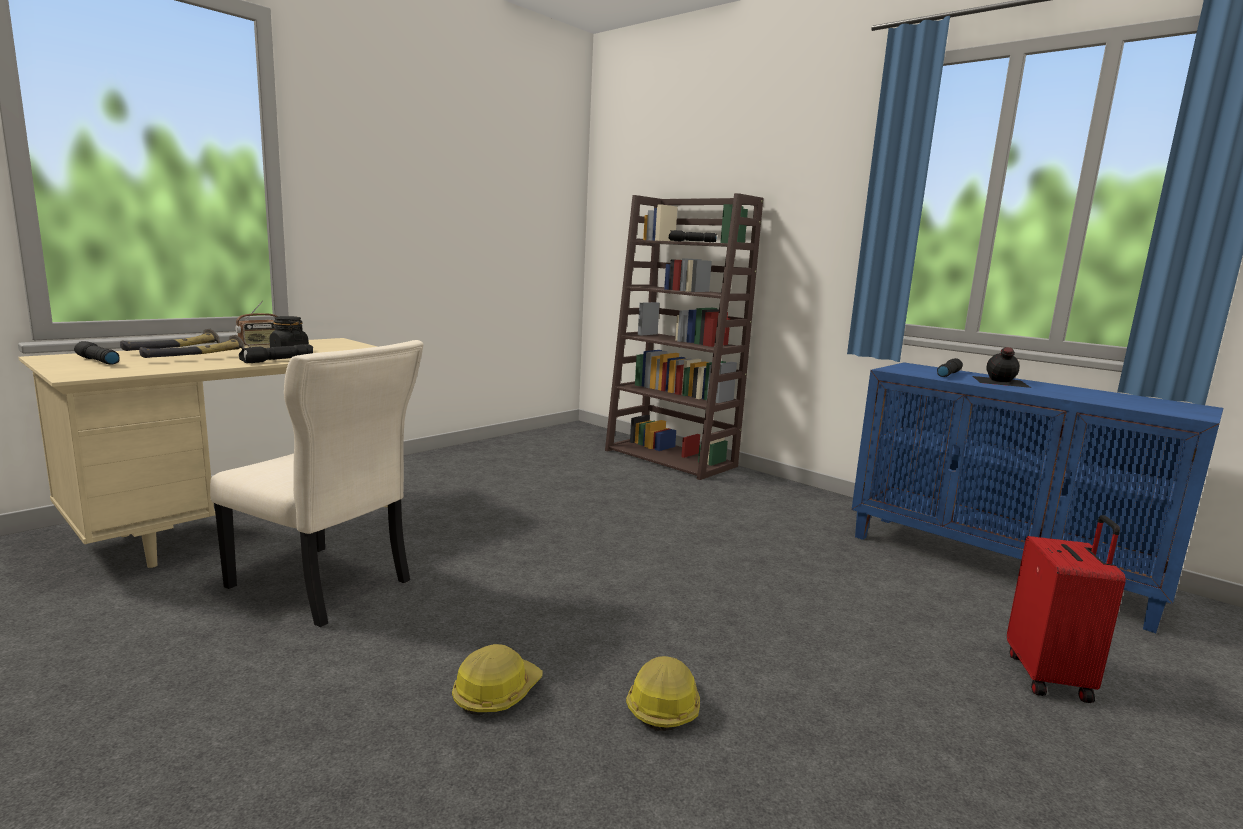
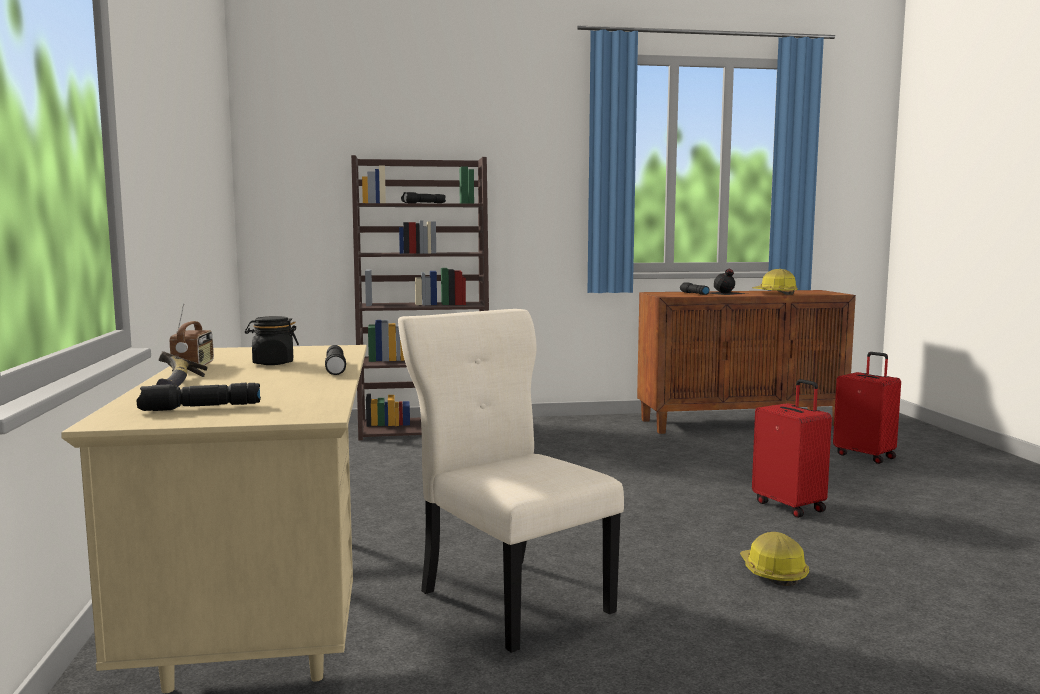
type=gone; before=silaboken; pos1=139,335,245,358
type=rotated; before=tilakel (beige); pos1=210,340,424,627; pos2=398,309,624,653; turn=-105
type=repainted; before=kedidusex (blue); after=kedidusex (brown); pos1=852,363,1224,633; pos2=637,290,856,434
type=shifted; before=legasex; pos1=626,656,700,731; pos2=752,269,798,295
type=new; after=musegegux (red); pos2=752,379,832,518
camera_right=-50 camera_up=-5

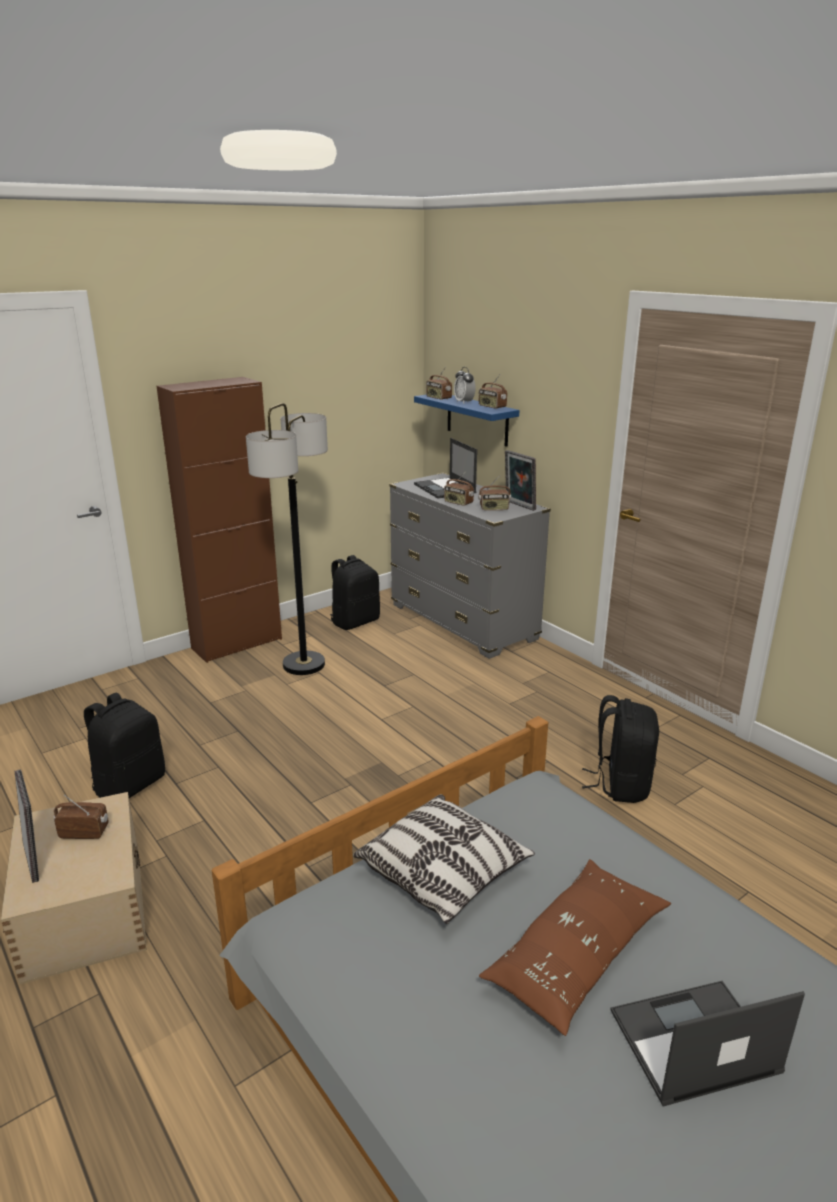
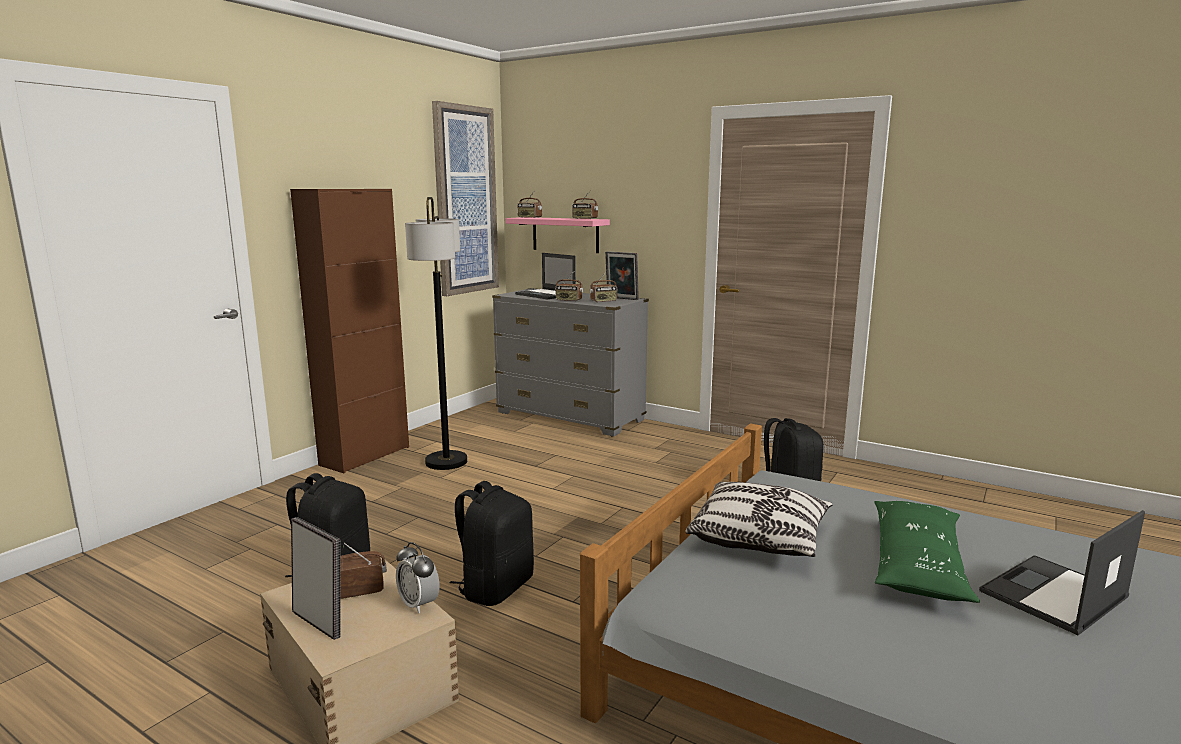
type=shifted; before=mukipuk; pos1=454,367,476,404; pos2=396,542,440,613
type=repainted; before=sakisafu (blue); after=sakisafu (pink); pos1=414,395,520,447; pos2=505,217,610,253
type=shifted; before=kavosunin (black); pos1=330,555,380,630; pos2=450,481,534,606
type=repainted; before=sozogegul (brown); after=sozogegul (green); pos1=479,859,671,1036; pos2=874,501,980,603
type=new; after=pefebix; pos2=432,101,499,296
camera_right=-20 camera_up=-10

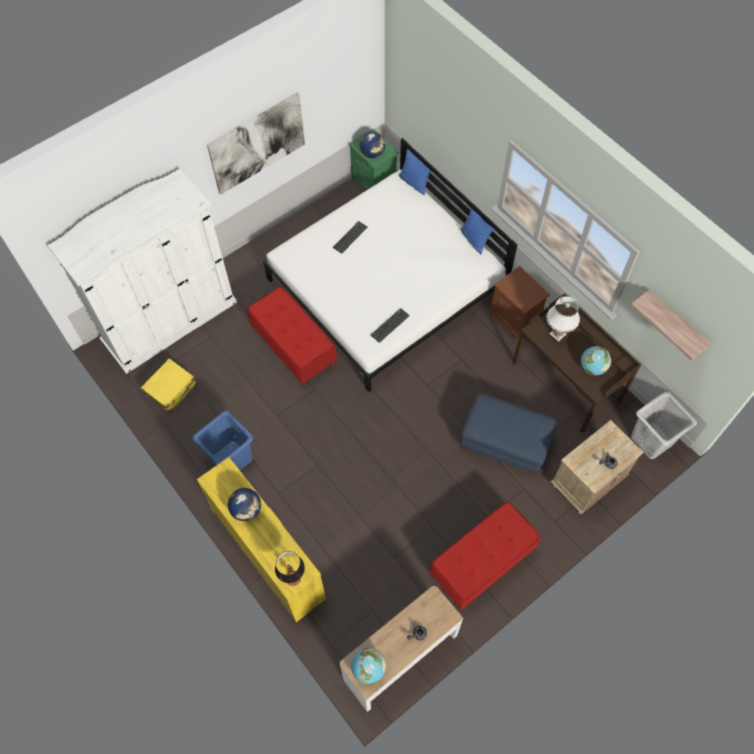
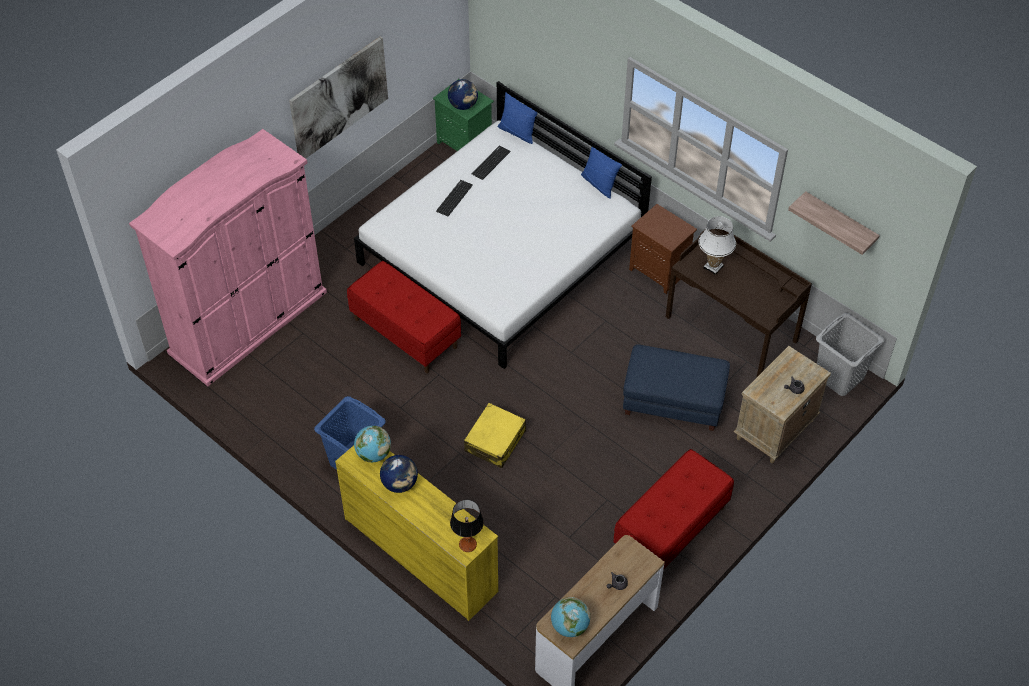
type=repainted; before=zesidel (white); after=zesidel (pink); pos1=47,169,237,374; pos2=129,129,327,387
type=shifted; before=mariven; pos1=371,308,410,343; pos2=472,146,511,180
type=shifted; before=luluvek; pos1=581,346,611,376; pos2=354,425,391,462
type=shifted; before=musegegux (yellow); pos1=141,358,197,413; pos2=464,403,526,468
camera_right=-10 camera_up=-10

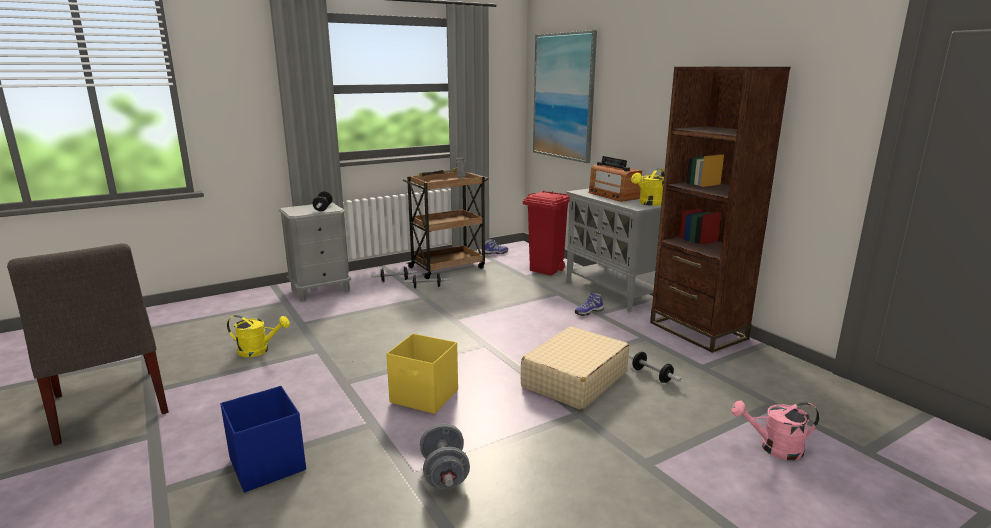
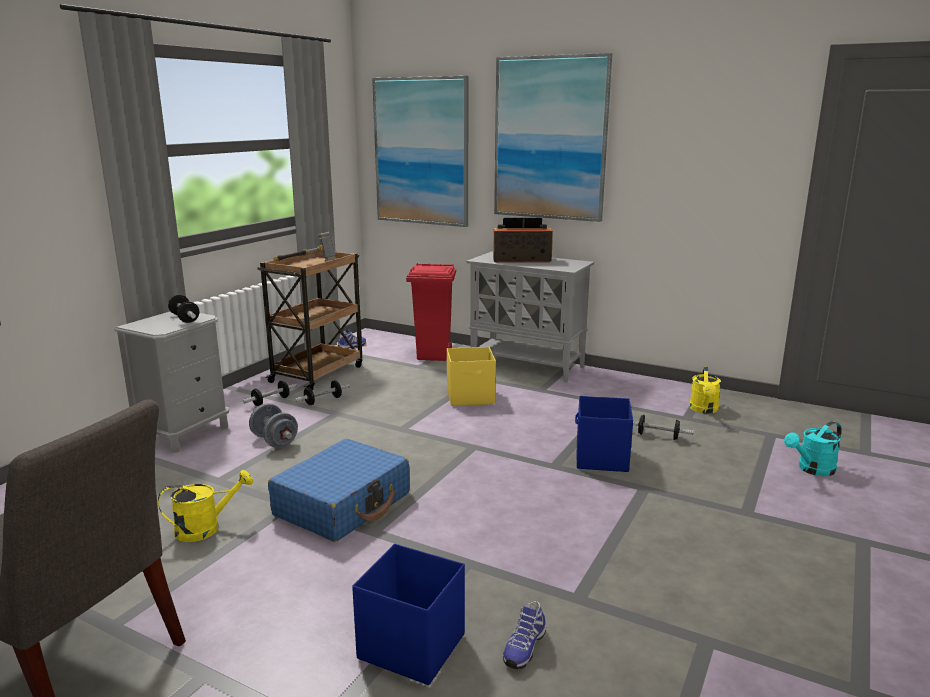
type=gone; before=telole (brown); pos1=650,67,791,353
type=rotated; before=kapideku; pos1=588,156,642,202; pos2=493,218,553,263; turn=150
type=shifted; before=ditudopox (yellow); pos1=631,168,664,206; pos2=689,366,721,414
type=shifted; before=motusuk; pos1=575,292,604,316; pos2=503,601,546,669
type=swapped; before=musegegux (beige); after=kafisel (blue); pos1=521,326,629,410; pos2=575,396,633,472
type=shifted; before=kafisel (yellow); pos1=386,334,458,414; pos2=447,347,496,406
type=repainted; before=ditudopox (pink); after=ditudopox (turquoise); pos1=731,400,820,460; pos2=784,421,841,476
type=shifted; before=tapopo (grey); pos1=420,424,470,489; pos2=249,403,298,448
type=new; after=pefebix; pos2=494,53,612,222
type=new; after=musegegux (blue); pos2=268,439,410,542
camera_right=-30 camera_up=0

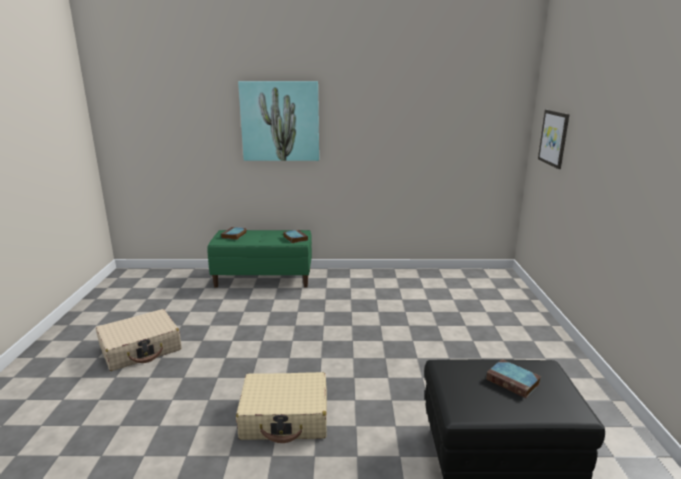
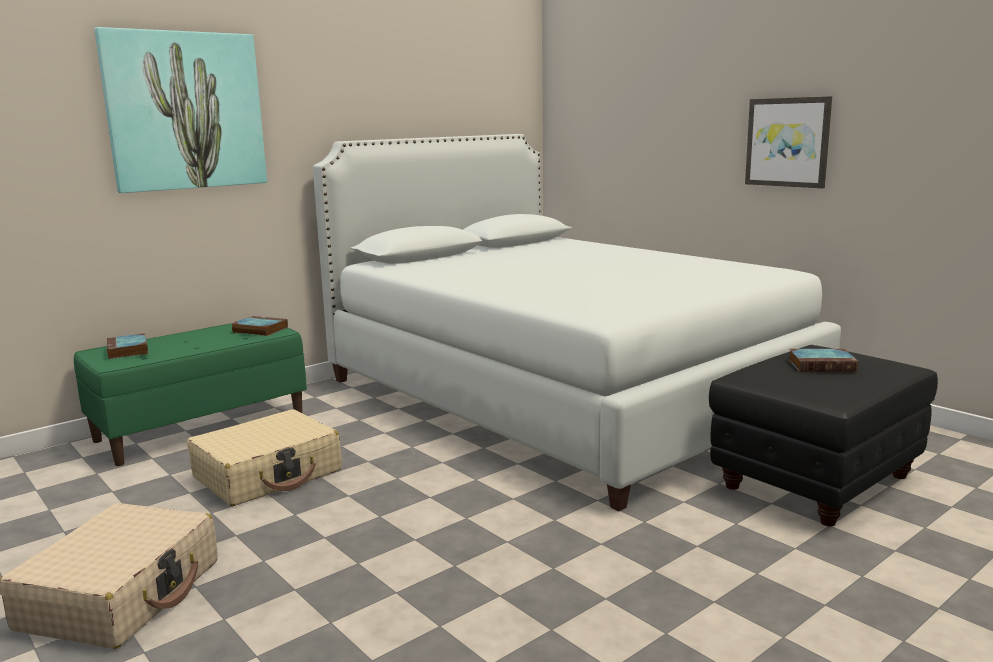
type=shifted; before=pefebix; pos1=538,110,569,169; pos2=745,96,832,188
type=shifted; before=musegegux (beige); pos1=236,372,327,443; pos2=187,409,342,506
type=new; after=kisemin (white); pos2=313,134,841,511
camera_right=-40 camera_up=-5

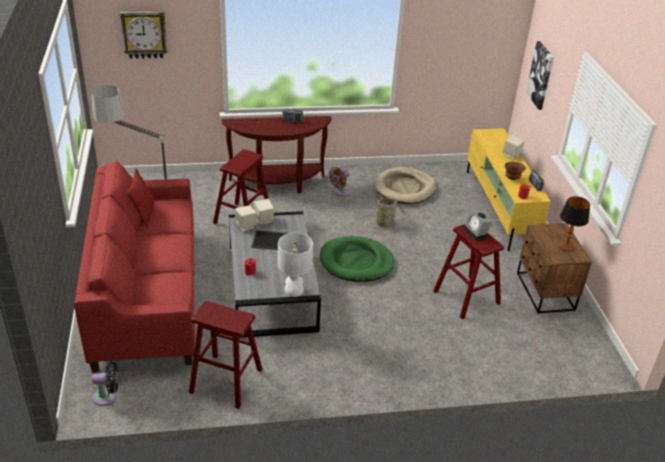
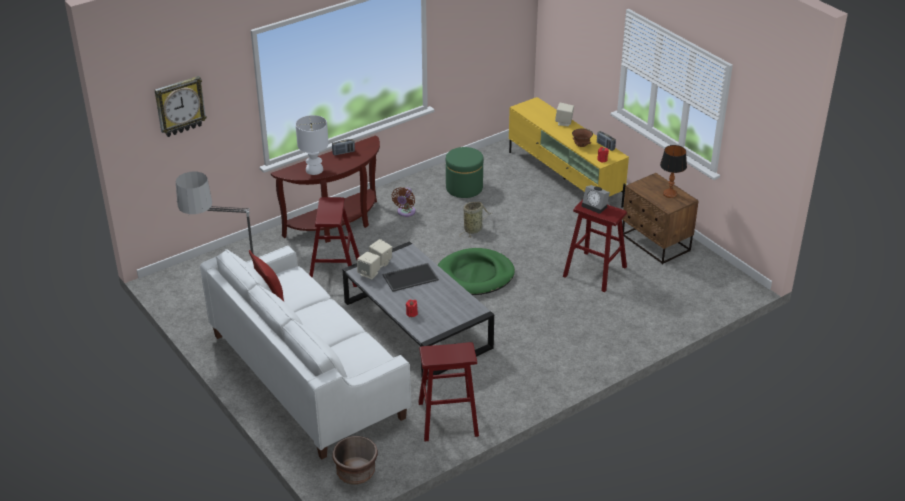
type=gone; before=pefebix; pos1=526,41,554,110
type=repainted; before=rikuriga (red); after=rikuriga (white); pos1=74,161,195,372; pos2=200,246,411,459
type=swapped; before=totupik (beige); after=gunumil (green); pos1=374,167,436,204; pos2=446,147,484,198
type=shifted; before=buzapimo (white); pos1=278,233,313,297; pos2=296,115,329,175
type=swapped; before=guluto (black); after=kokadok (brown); pos1=92,362,118,406; pos2=332,436,378,485
camera_right=-25 camera_up=0

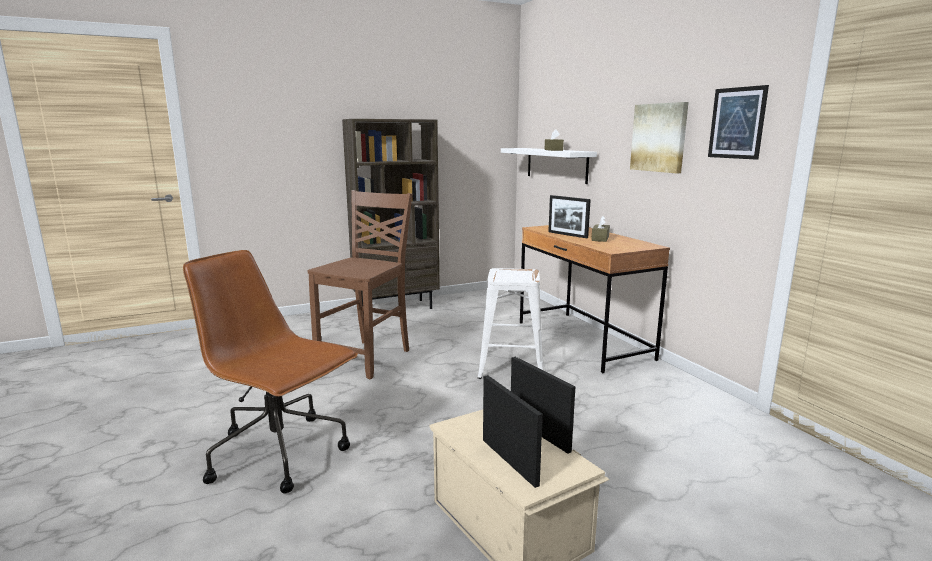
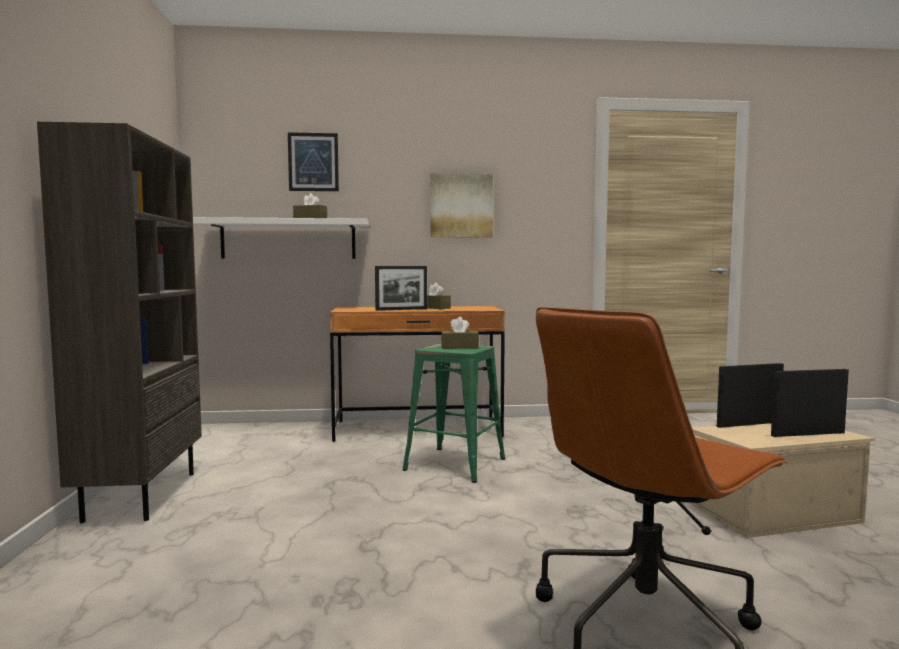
type=shifted; before=pefebix; pos1=708,85,769,160; pos2=288,132,339,191
type=gone; before=tilakel (brown); pos1=308,190,413,379
type=repainted; before=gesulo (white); after=gesulo (green); pos1=478,268,544,379; pos2=403,343,505,483
type=new; after=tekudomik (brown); pos2=441,317,479,349
camera_right=-70 camera_up=-10

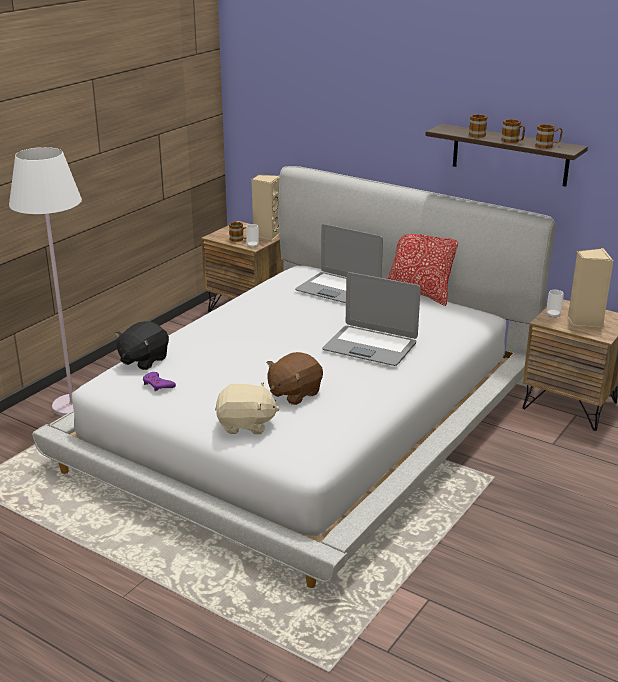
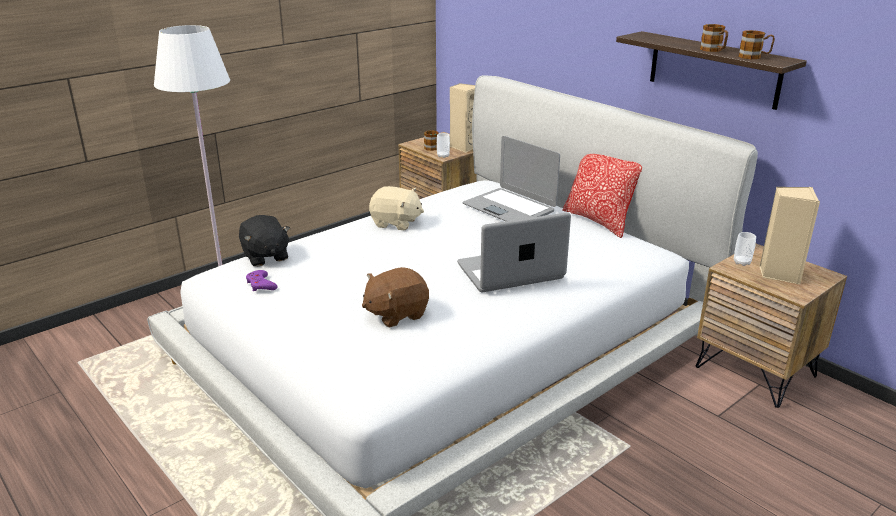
type=gone; before=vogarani; pos1=469,114,488,138
type=rotated; before=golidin; pos1=323,272,421,366; pos2=457,212,571,292; turn=120
type=rotated; before=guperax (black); pos1=115,321,169,370; pos2=239,215,290,267; turn=-75
type=shifted; before=guperax (beige); pos1=215,382,280,434; pos2=369,186,424,230
camera_right=15 camera_up=0

